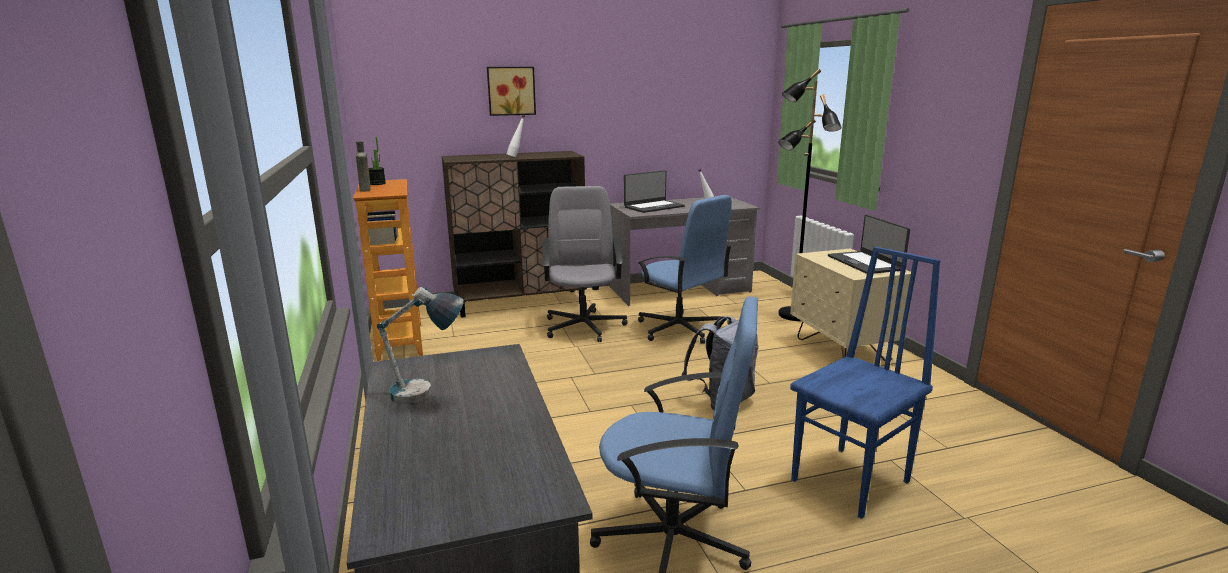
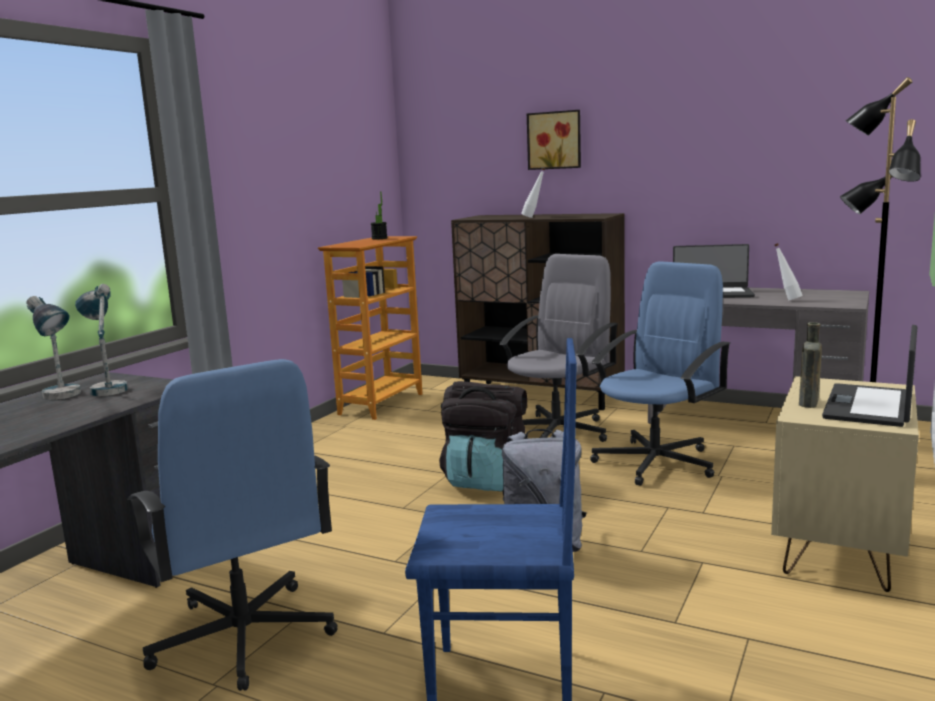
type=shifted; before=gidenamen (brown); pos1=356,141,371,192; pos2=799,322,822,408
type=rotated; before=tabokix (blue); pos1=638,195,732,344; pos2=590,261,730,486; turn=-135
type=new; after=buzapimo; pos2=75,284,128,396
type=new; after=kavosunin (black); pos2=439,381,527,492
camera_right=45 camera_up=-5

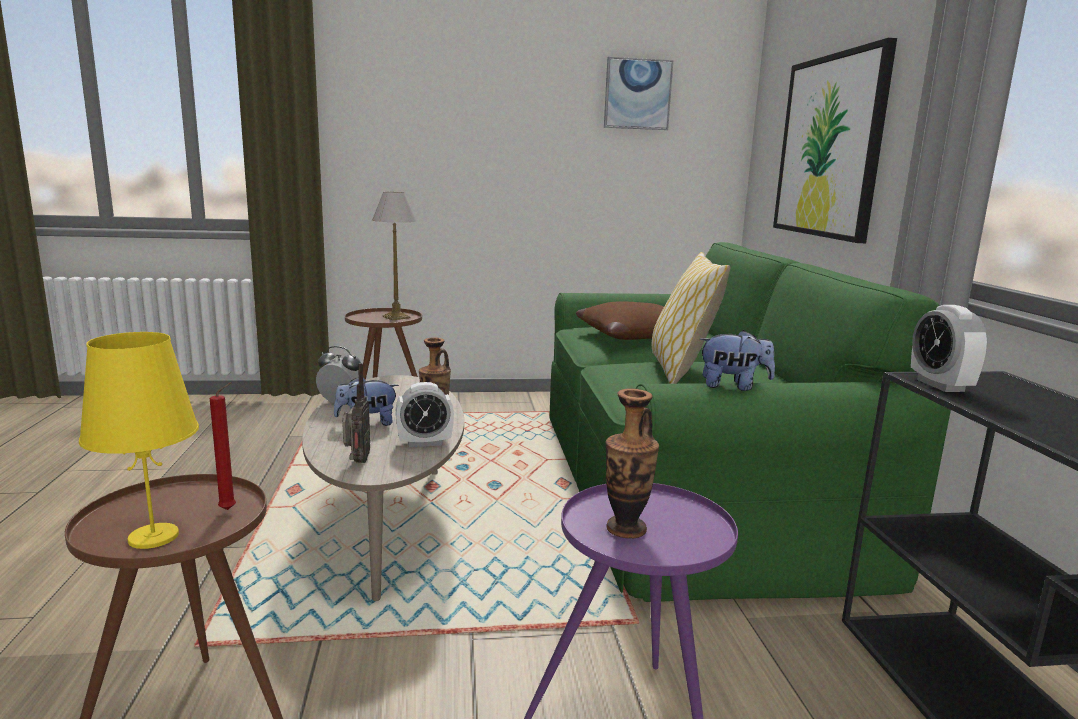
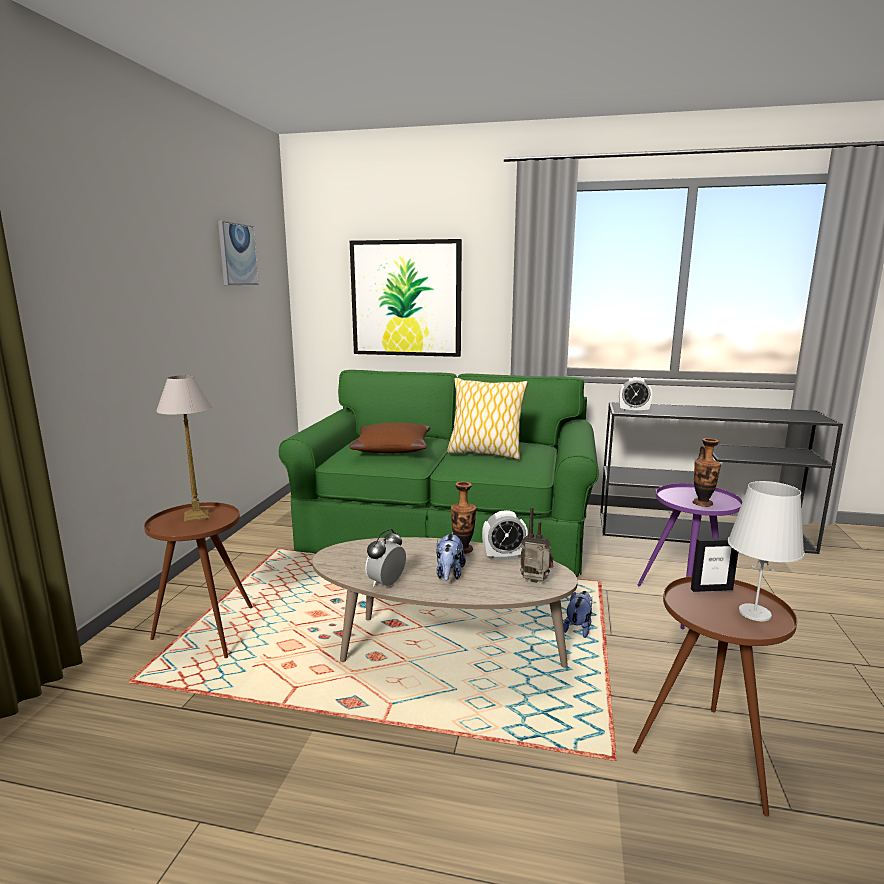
type=shifted; before=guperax; pos1=699,330,775,391; pos2=563,591,592,638
type=repainted; before=buzapimo (yellow); after=buzapimo (white); pos1=79,332,199,549; pos2=728,481,805,621
type=swapped; before=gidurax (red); after=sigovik; pos1=210,382,236,510; pos2=691,538,738,592
type=rotated; before=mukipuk; pos1=396,382,454,447; pos2=482,511,528,561; turn=75
camera_right=-70 camera_up=0

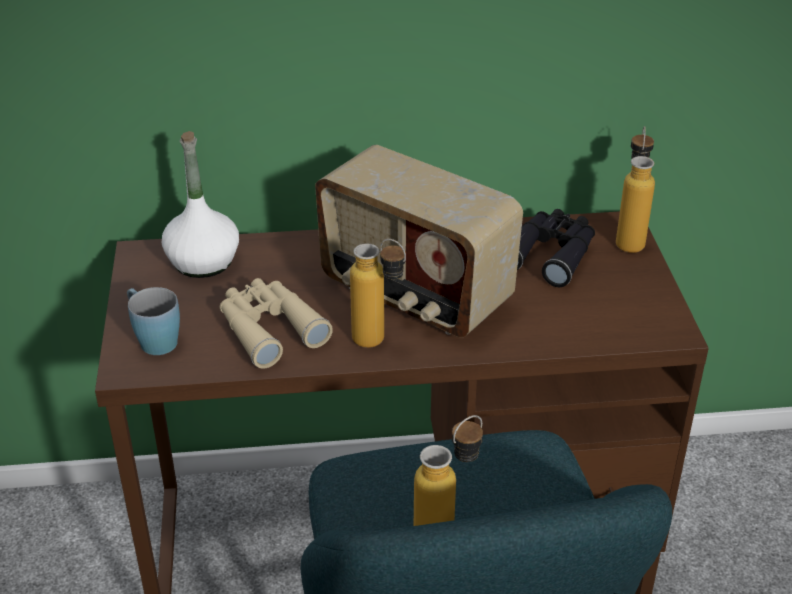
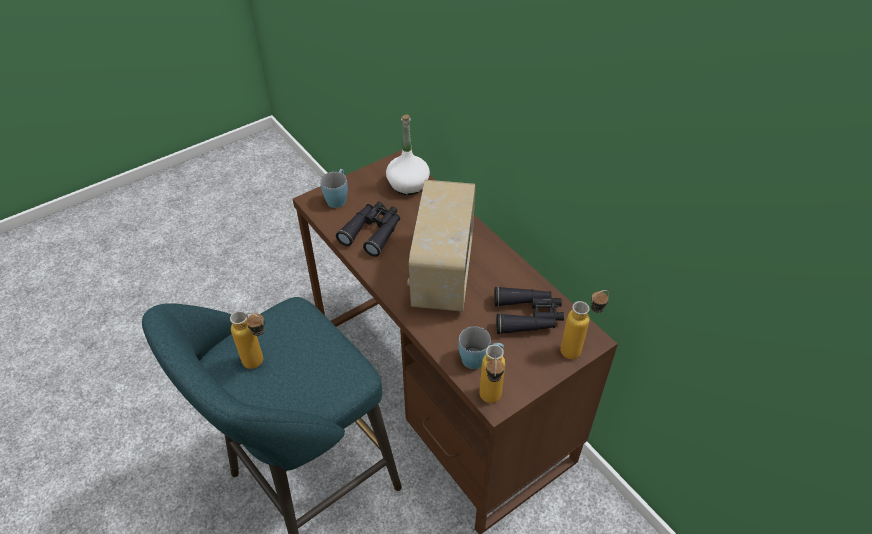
type=shifted; before=gidenamen; pos1=350,239,406,348; pos2=480,345,505,403
type=repainted; before=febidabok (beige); after=febidabok (black); pos1=220,278,333,369; pos2=336,202,400,257
type=new; after=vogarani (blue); pos2=458,326,504,369
camera_right=60 camera_up=10

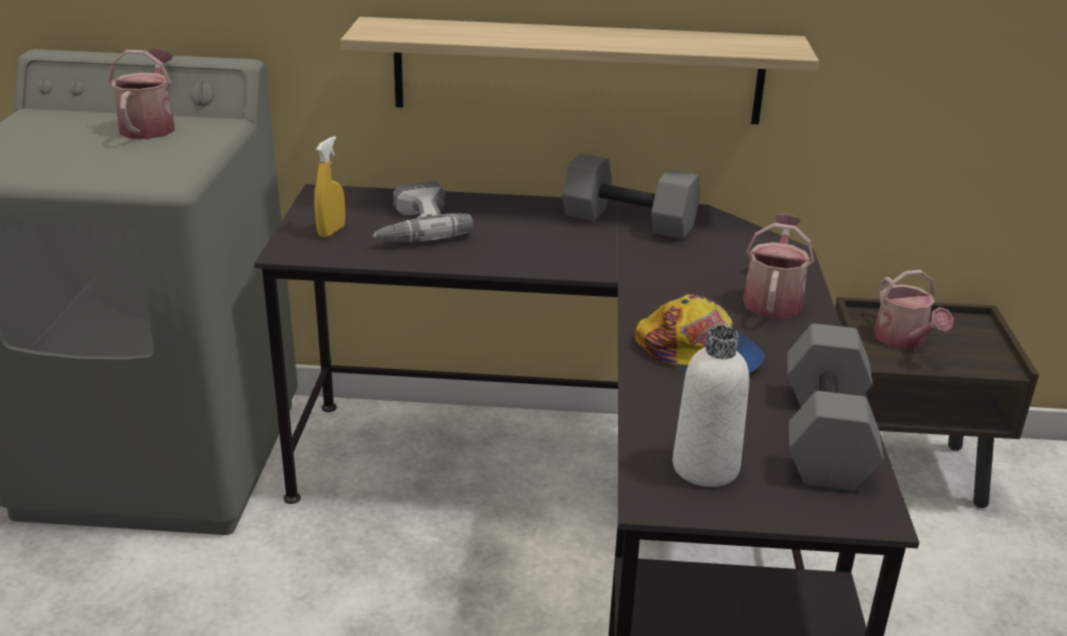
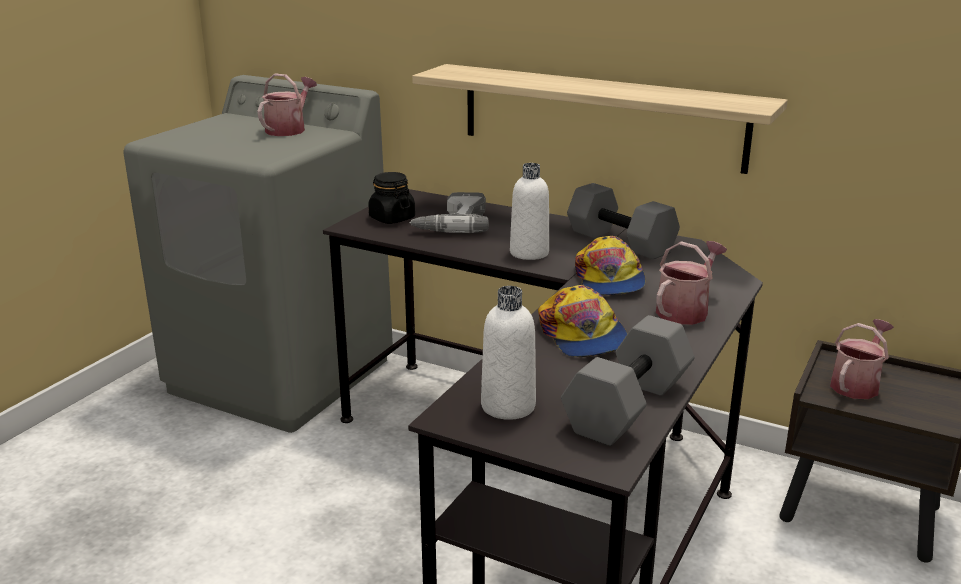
type=swapped; before=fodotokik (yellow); after=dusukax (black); pos1=314,136,345,238; pos2=368,172,415,224
type=rotated; before=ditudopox; pos1=874,270,954,349; pos2=830,319,894,399; turn=-150
type=new; after=gidenamen (white); pos2=510,163,549,260
type=new; after=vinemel; pos2=575,236,645,296
camera_right=25 camera_up=-5

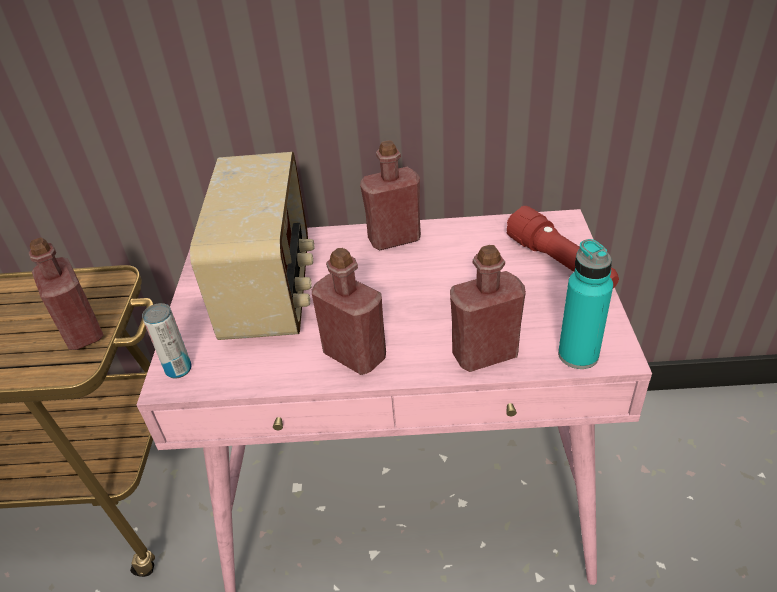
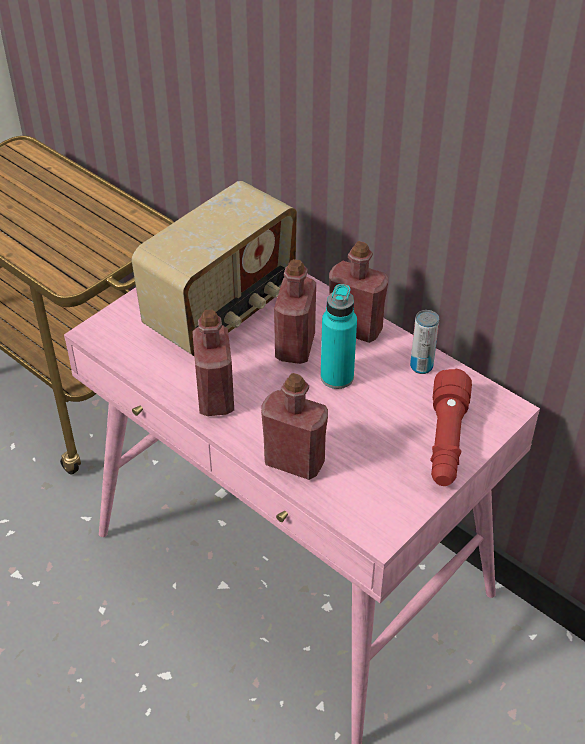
type=shifted; before=gidenamen (red); pos1=29,238,104,350; pos2=274,259,316,364
type=shifted; before=gidenamen (turquoise); pos1=558,239,613,369; pos2=321,284,357,389
type=shifted; before=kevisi; pos1=142,303,192,379; pos2=410,310,439,374
camera_right=40 camera_up=5

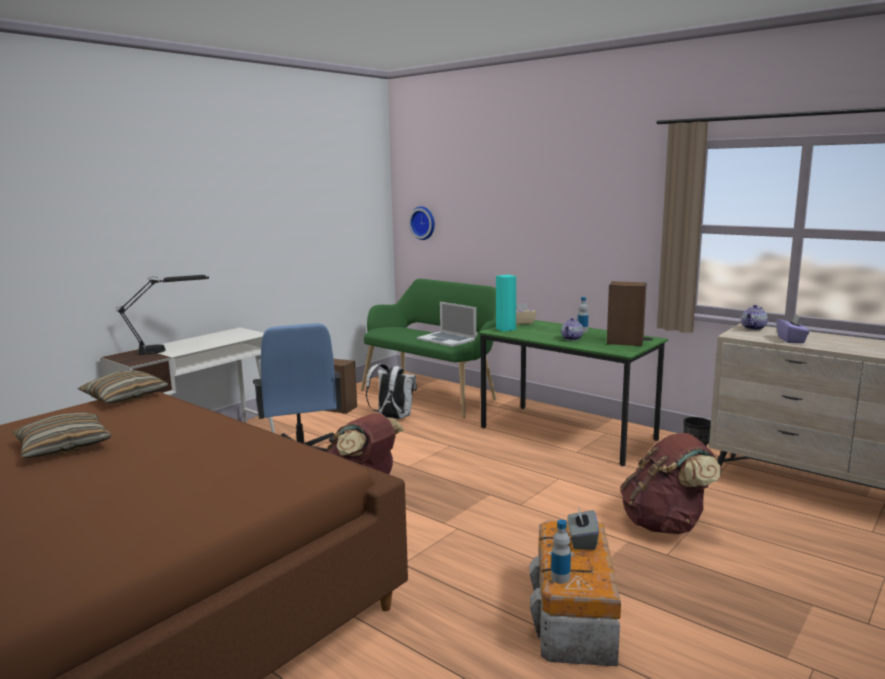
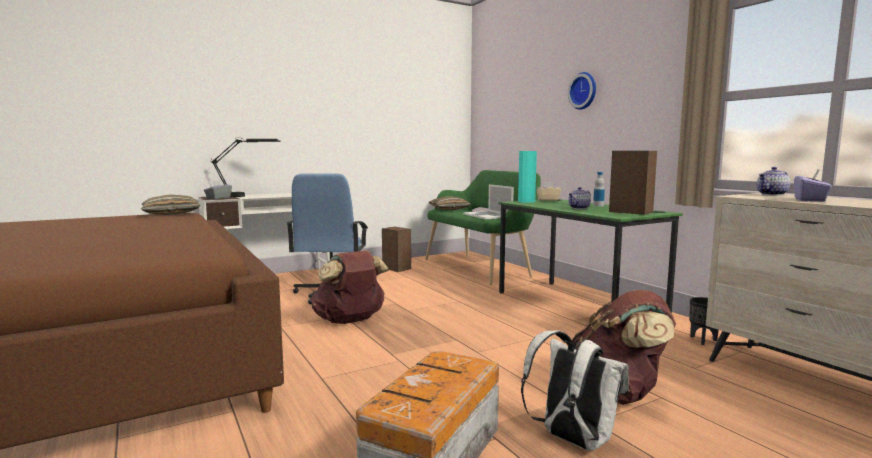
type=shifted; before=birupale; pos1=409,206,435,240; pos2=568,72,596,110
type=shifted; before=kavosunin (white); pos1=366,364,417,419; pos2=521,330,629,451
type=shifted; before=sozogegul; pos1=12,413,112,458; pos2=428,196,471,210
type=shifted; before=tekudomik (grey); pos1=568,506,599,550; pos2=204,180,232,199
type=gone; before=gidenamen; pos1=551,520,571,584
camera_right=20 camera_up=-5

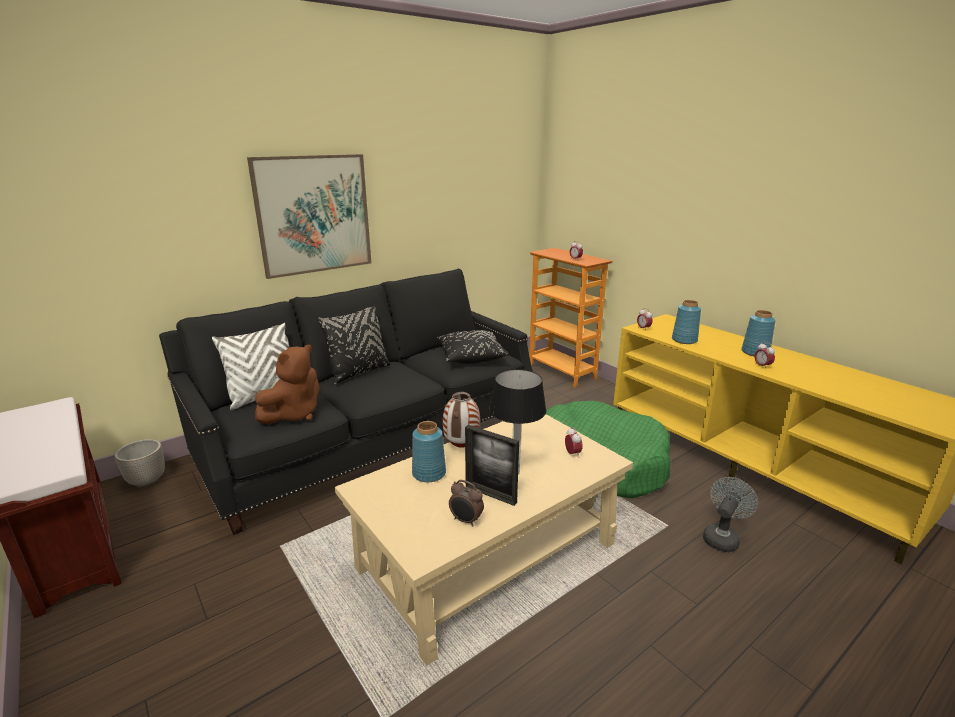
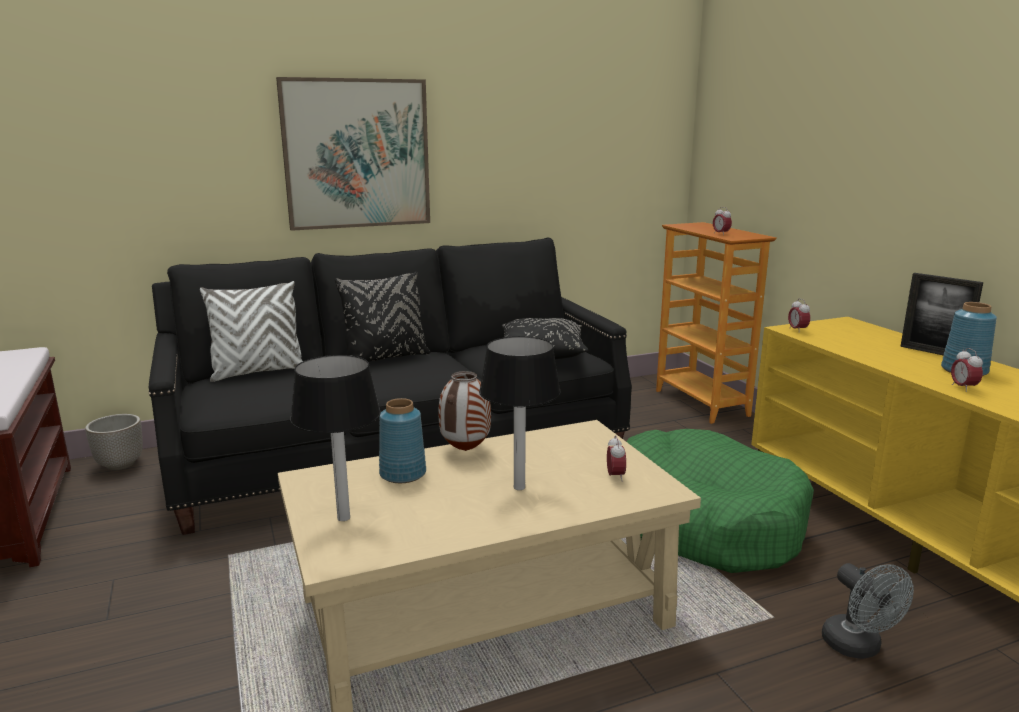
type=gone; before=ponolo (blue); pos1=672,300,701,344
type=gone; before=guperax (brown); pos1=255,345,320,424
type=shifted; before=sigovik; pos1=465,425,519,506; pos2=900,273,983,356
type=rotated; before=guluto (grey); pos1=703,477,758,552; pos2=822,563,914,659; turn=105
type=gone; before=mukipuk; pos1=449,480,484,526
type=new; after=buzapimo; pos2=290,355,381,521
camera_right=15 camera_up=-5

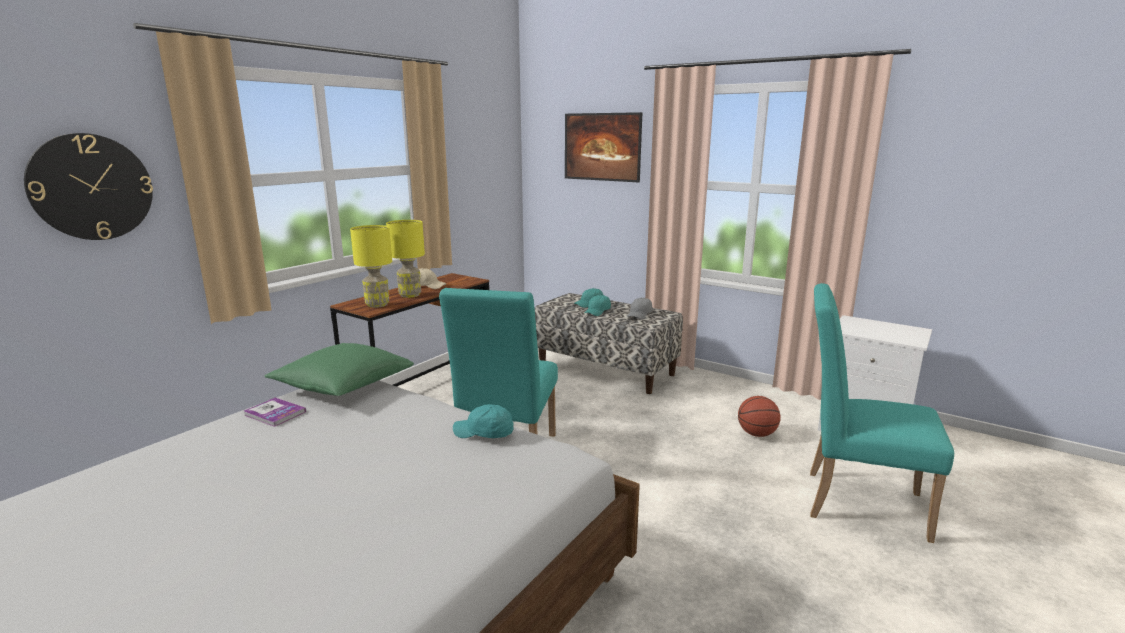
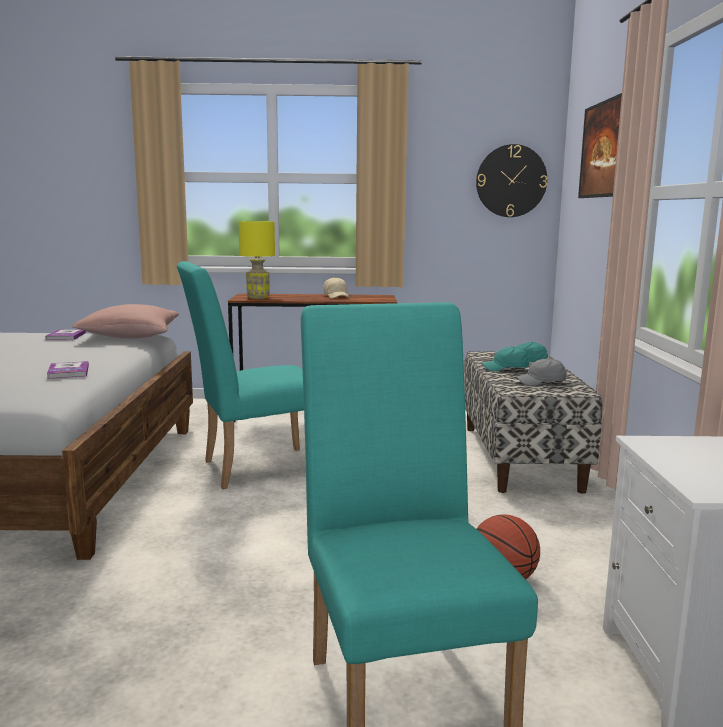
type=shifted; before=birupale; pos1=24,133,153,240; pos2=476,144,547,217
type=gone; before=buzapimo (yellow); pos1=386,220,425,298
type=repainted; before=sozogegul (green); after=sozogegul (pink); pos1=265,343,414,396; pos2=72,304,179,338
type=swapped; before=vinemel (turquoise); after=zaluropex; pos1=453,404,514,438; pos2=47,361,89,379
camera_right=55 camera_up=-5

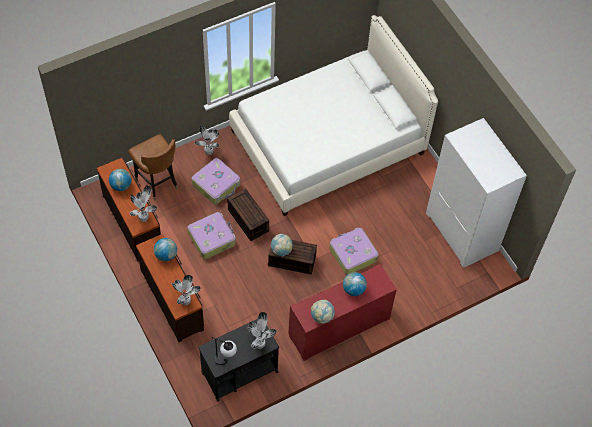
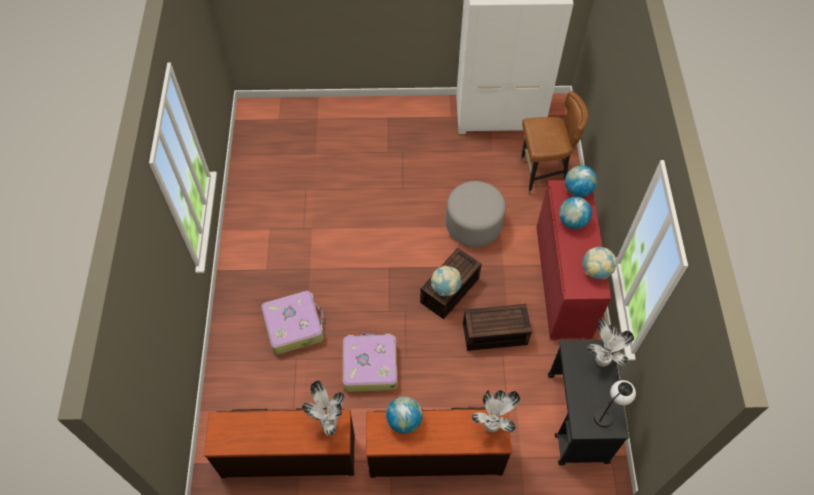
type=gone; before=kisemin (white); pos1=229,15,438,216
type=gone; before=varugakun; pos1=195,125,219,155
type=shifted; before=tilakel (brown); pos1=128,134,178,201; pos2=521,91,588,195
type=shifted; before=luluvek; pos1=109,169,132,191; pos2=565,165,597,197
type=shifted; before=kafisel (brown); pos1=227,189,269,241; pos2=463,304,532,351
type=swapped; before=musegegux; after=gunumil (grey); pos1=329,228,379,275; pos2=446,181,506,247
camera_right=-60 camera_up=0

